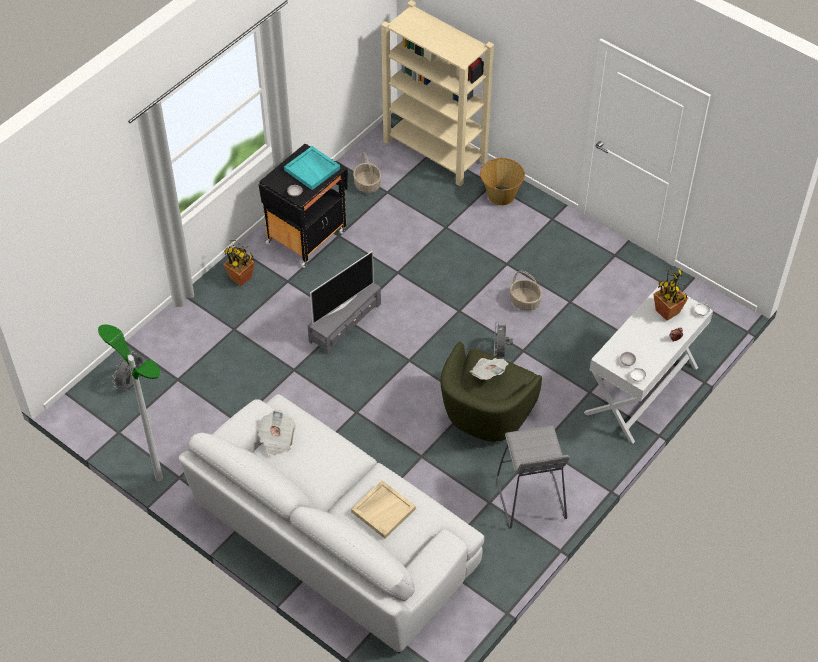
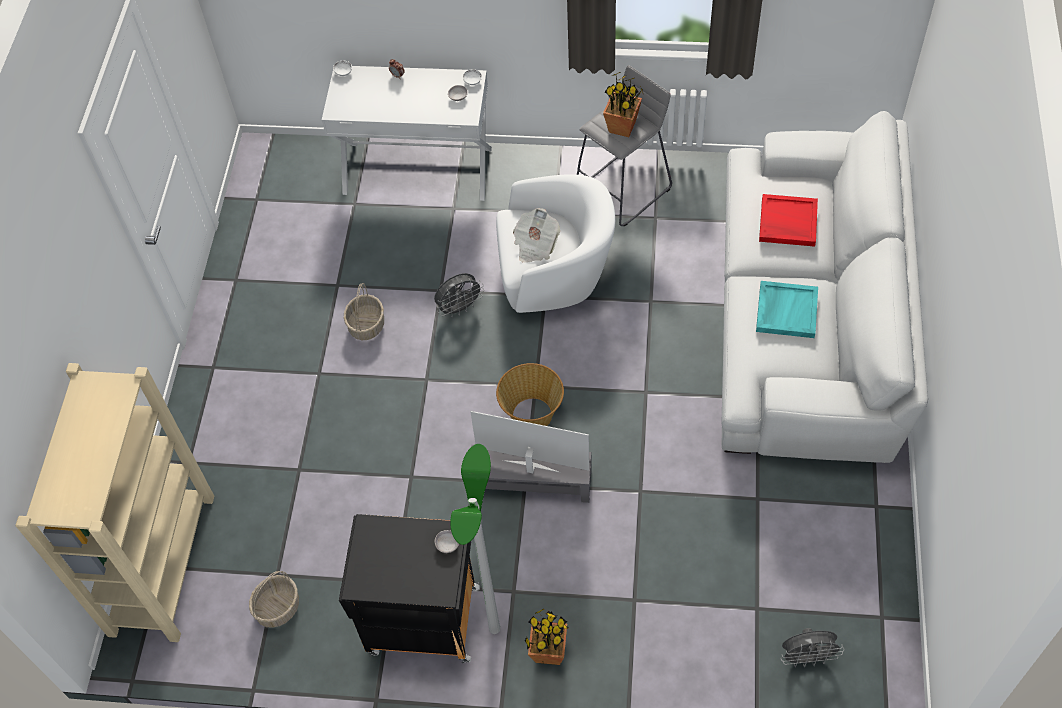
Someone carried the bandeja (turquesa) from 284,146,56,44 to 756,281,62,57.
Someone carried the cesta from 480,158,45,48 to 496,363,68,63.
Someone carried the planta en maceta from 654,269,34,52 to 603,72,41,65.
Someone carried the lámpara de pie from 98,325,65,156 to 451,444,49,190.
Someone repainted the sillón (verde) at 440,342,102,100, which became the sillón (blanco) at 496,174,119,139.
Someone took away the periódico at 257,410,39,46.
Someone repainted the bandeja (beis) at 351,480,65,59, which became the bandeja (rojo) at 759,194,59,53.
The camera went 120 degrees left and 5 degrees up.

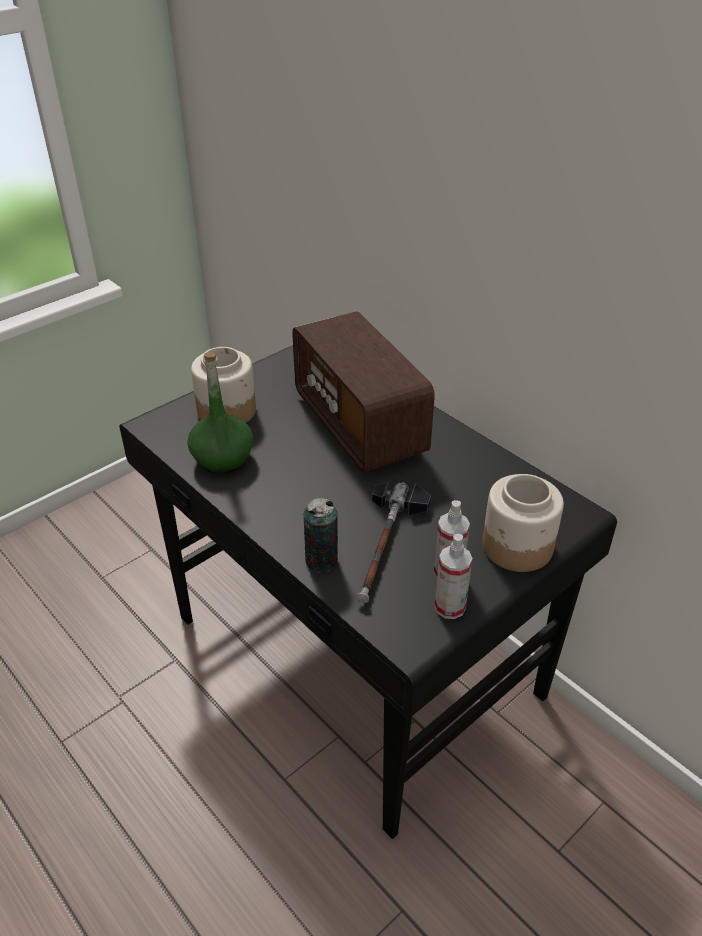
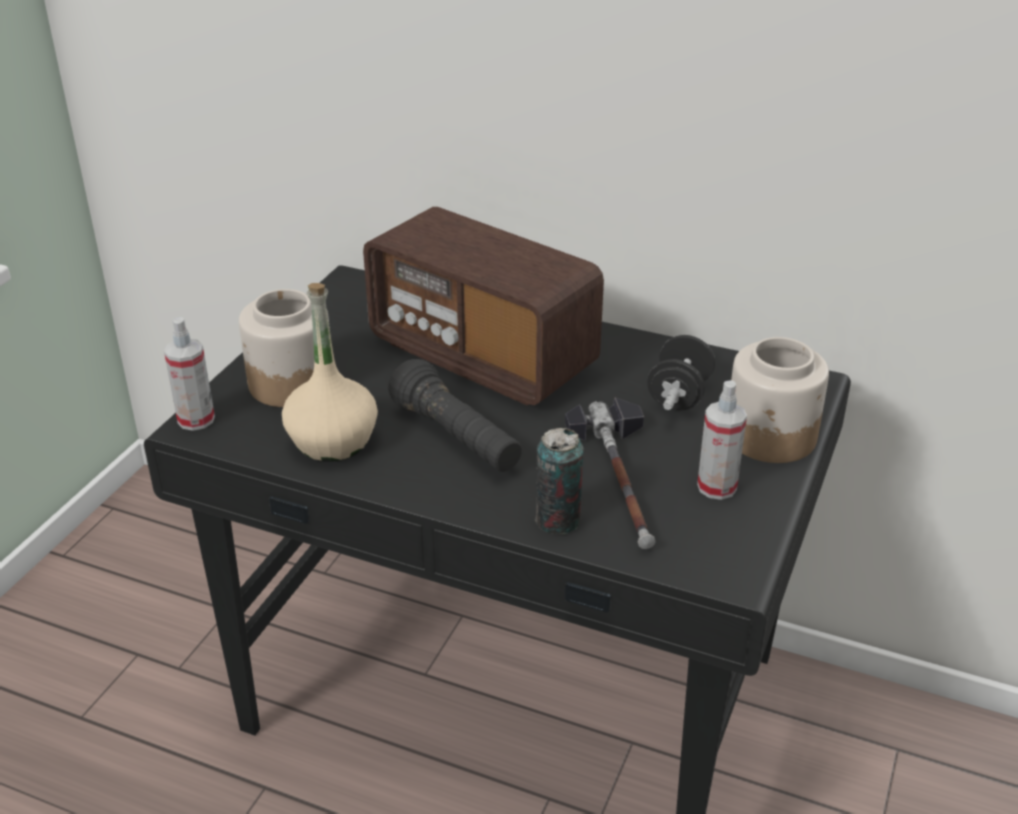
Someone repainted the botella (verde) at 187,352,66,122, which became the botella (beis) at 282,283,96,179.
Someone carried the pulverizador from 434,534,38,85 to 164,317,51,114.
Someone put down the mancuerna (negro) at 647,335,68,76.
Someone put down the linterna (negro) at 388,359,134,113.
The camera went 25 degrees left and 5 degrees down.

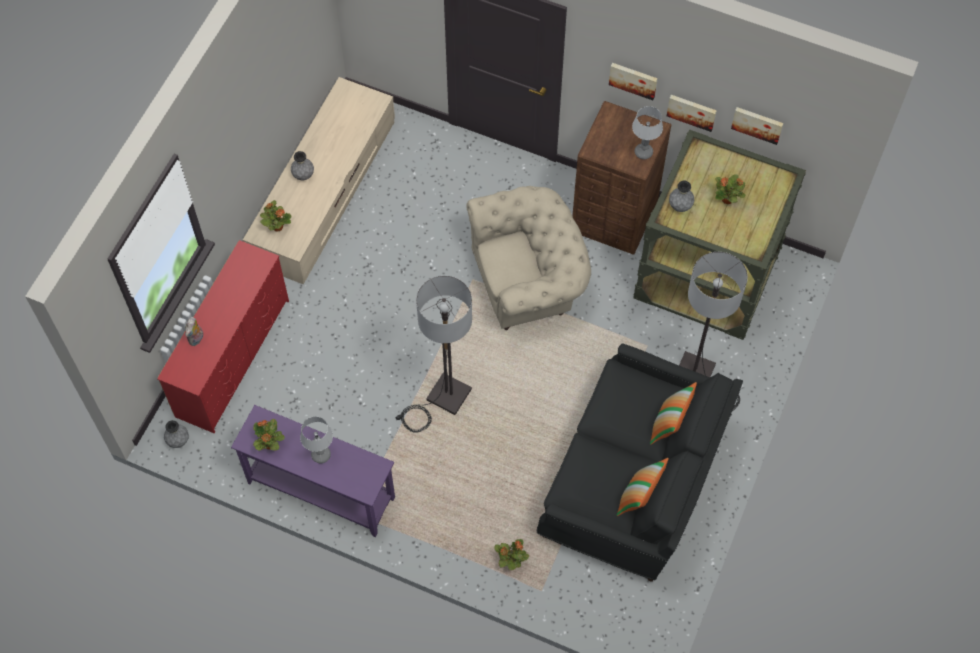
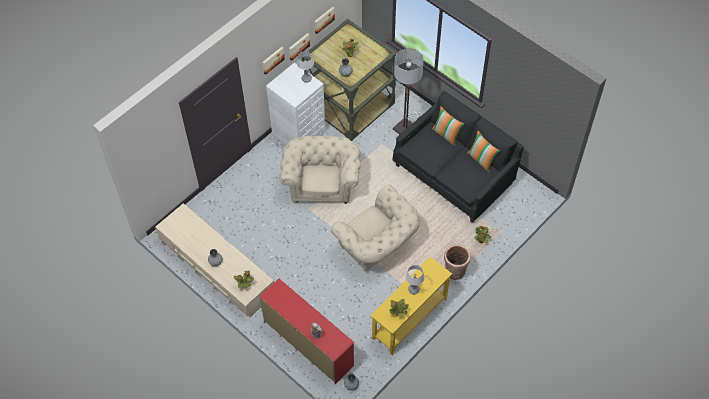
Someone repainted the cómoda (marrón) at 572,101,99,154, which became the cómoda (blanco) at 266,63,60,82.
Someone swapped the lámpara de pie at 396,276,76,157 for the sillón (beis) at 331,184,89,87.
Someone repainted the mesa consola (morado) at 231,405,164,132, which became the mesa consola (amarillo) at 370,257,82,98.
Someone put down the cesta at 444,244,26,36.
The camera went 70 degrees left and 5 degrees down.

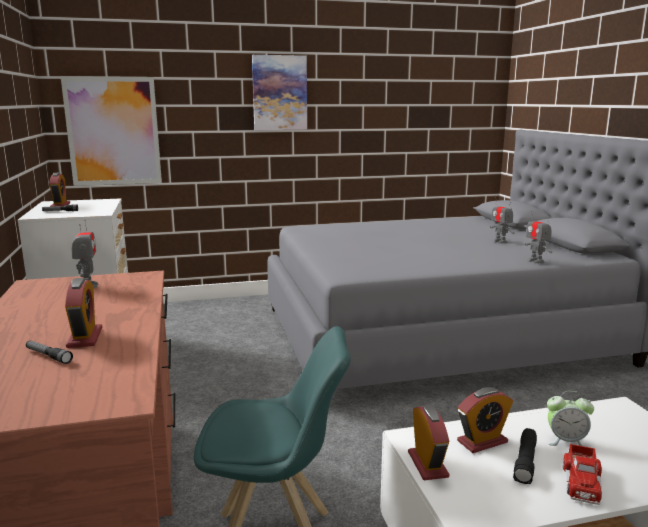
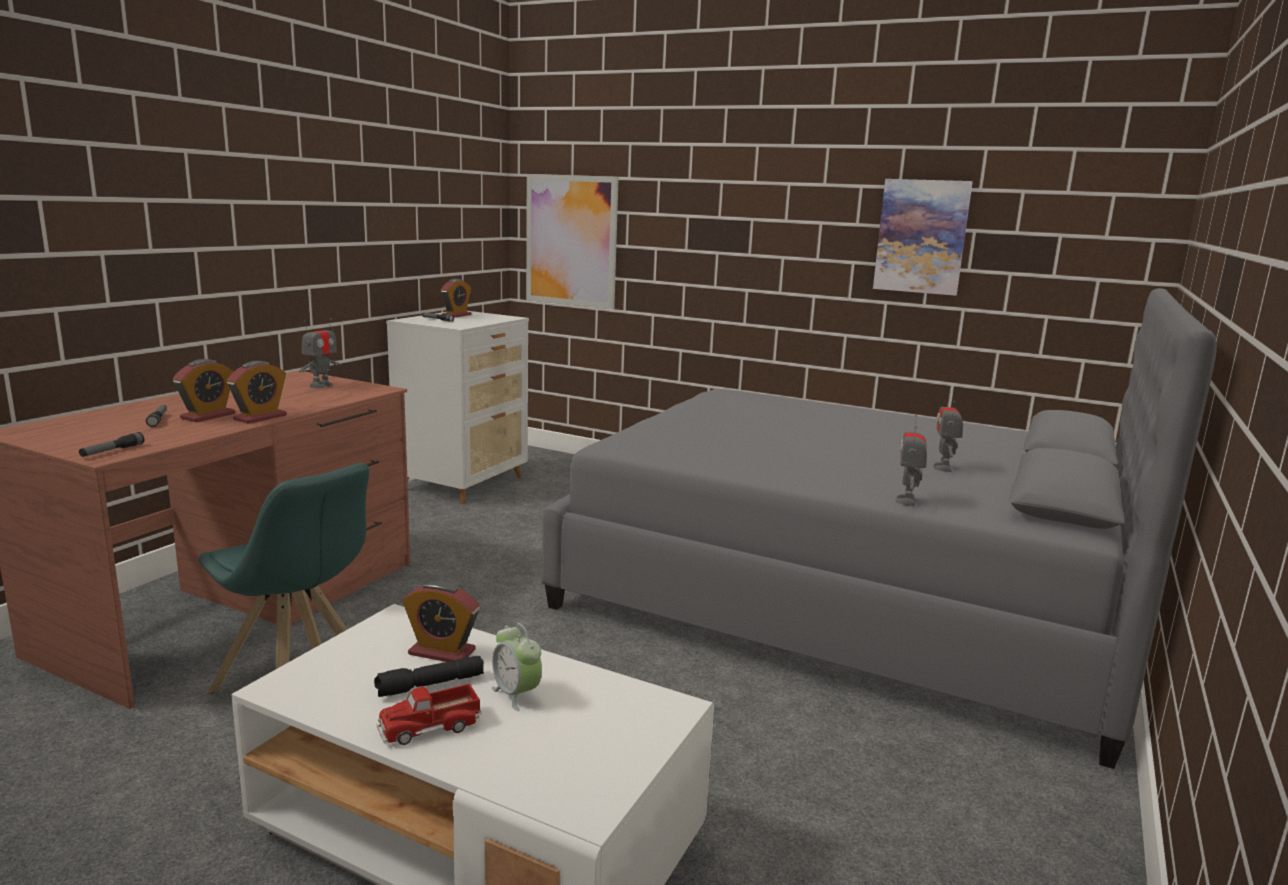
Someone carried the cuadro from 252,55,55,75 to 873,179,100,117.
Someone carried the despertador from 408,405,41,75 to 227,361,60,63.
Someone put down the linterna at 79,432,65,25.
The camera went 40 degrees right and 0 degrees up.

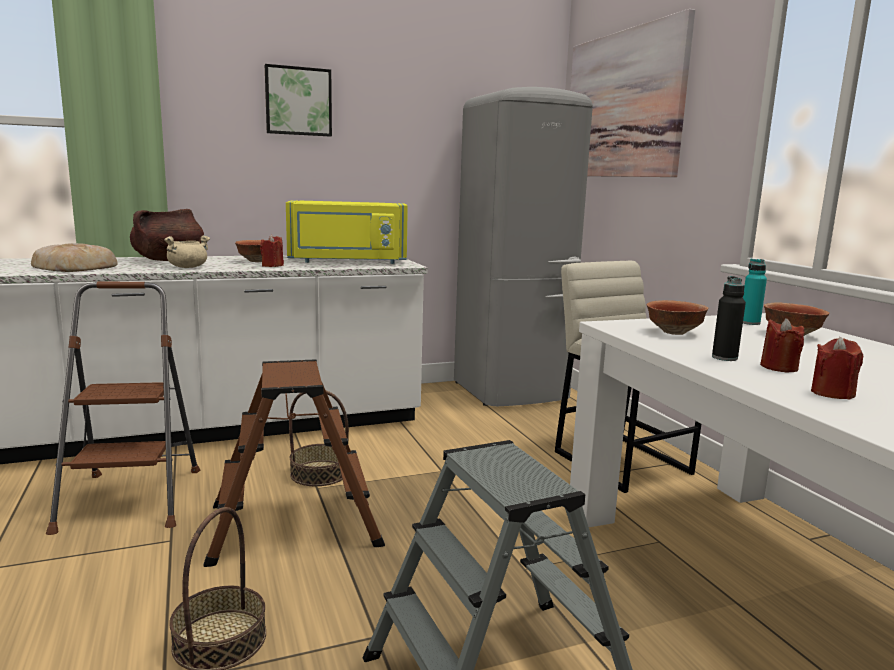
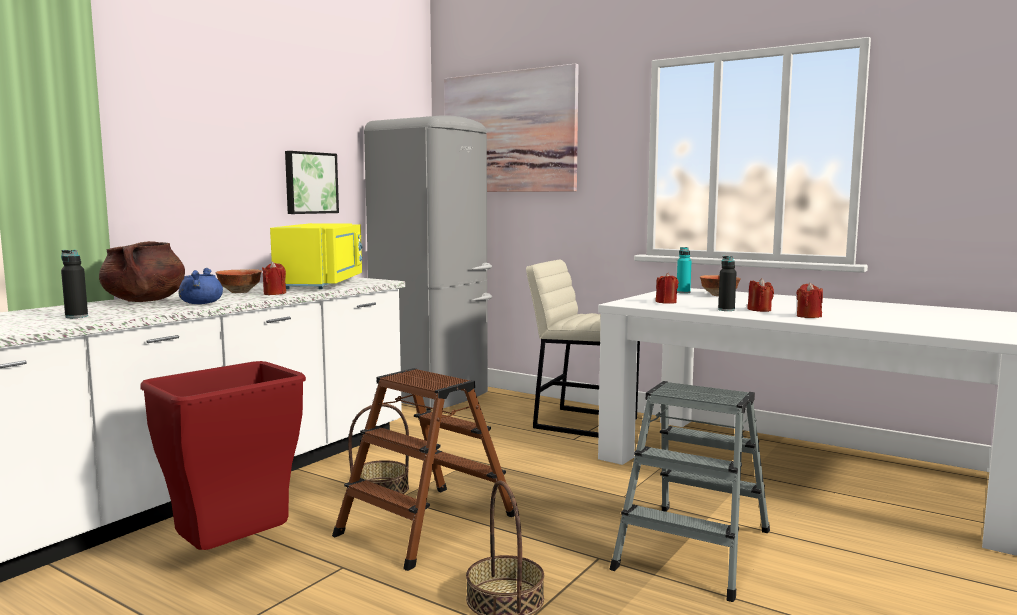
Someone carried the cuadro from 265,64,67,72 to 285,151,54,63.
Someone rotated the microondas (amarillo) at 286,200,122,64 by 45 degrees counterclockwise.
Someone repainted the olla (beis) at 164,235,46,33, which became the olla (azul) at 179,268,44,36.
Someone swapped the pan at 31,243,87,29 for the botella (negro) at 61,250,27,68.
Someone swapped the escalera de tijera (marrón) at 46,282,154,253 for the papelera (rojo) at 140,361,166,189.
Someone swapped the cuenco at 647,300,62,35 for the vela (rojo) at 656,273,23,31.
The camera went 35 degrees left and 5 degrees down.

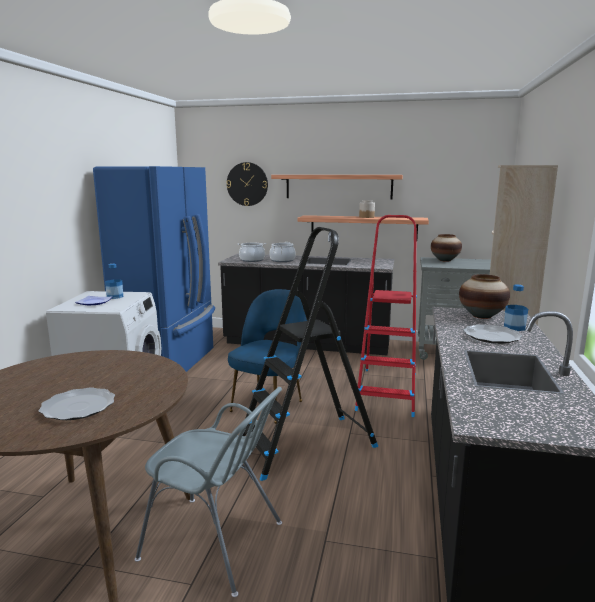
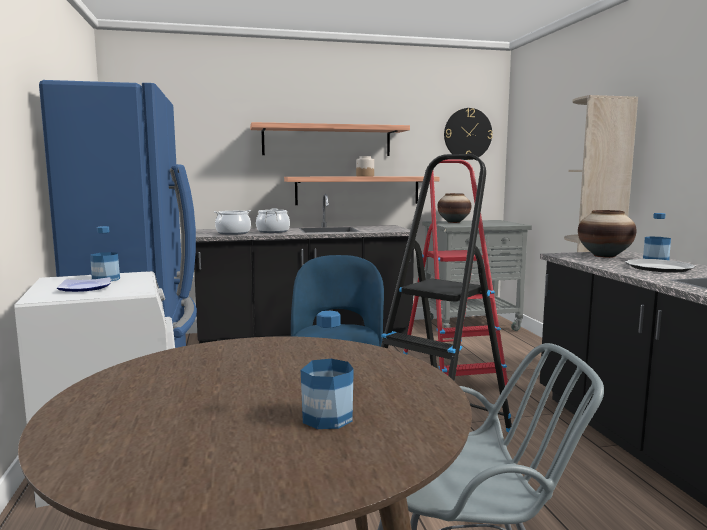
Someone carried the reloj de pared from 226,162,42,44 to 444,108,49,52.
Someone swapped the plato at 39,387,76,33 for the botella at 301,311,53,118.
The camera went 25 degrees left and 5 degrees down.

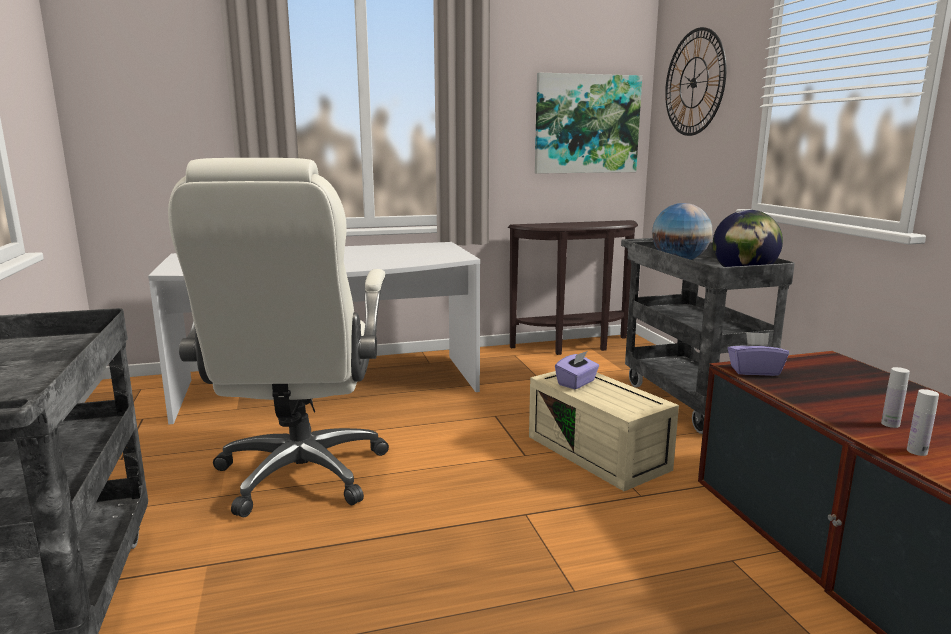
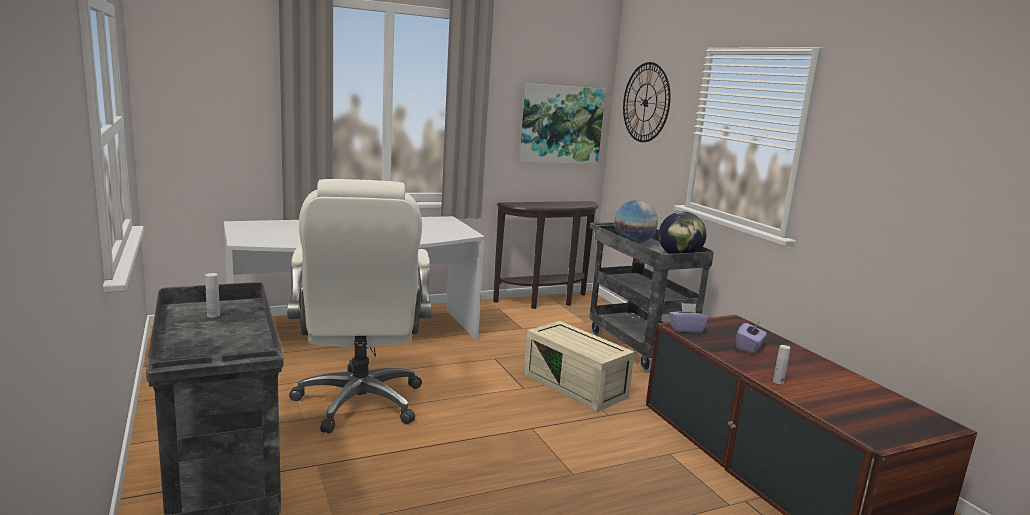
Someone carried the caja de pañuelos (morado) from 555,351,44,38 to 736,321,31,33.
Someone carried the botella (blanco) from 881,367,29,61 to 205,273,15,45.
The camera went 10 degrees left and 0 degrees up.

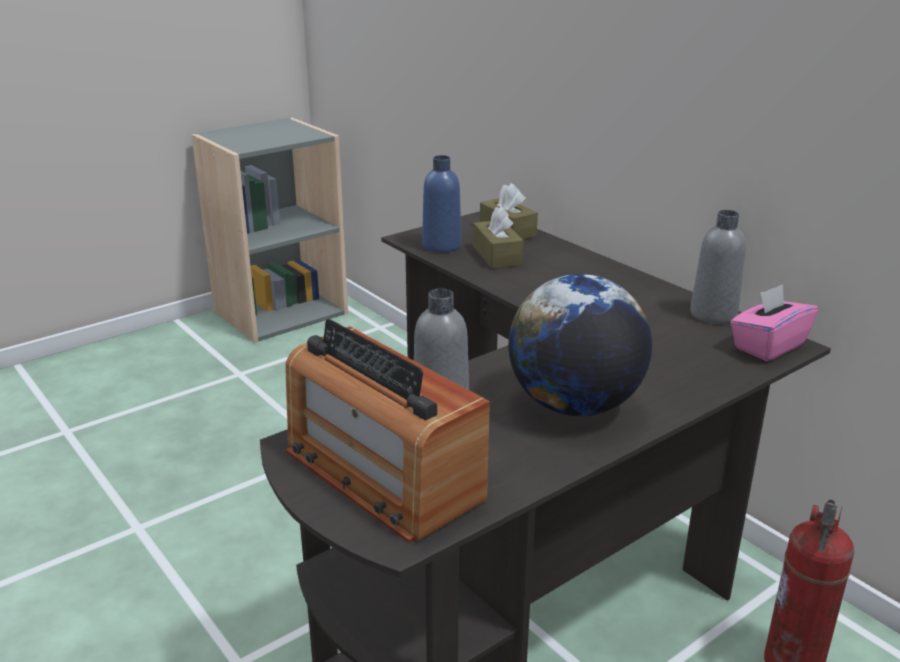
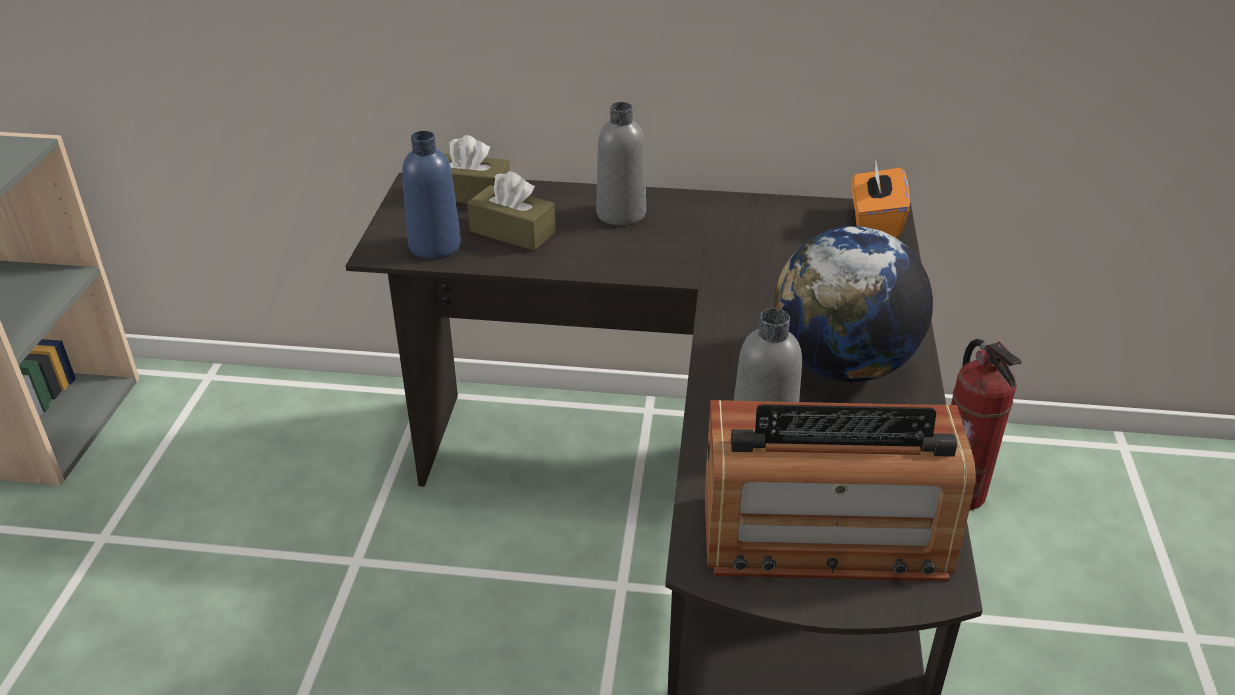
Someone carried the botella (gris) from 690,210,56,114 to 596,102,50,123.
Someone repainted the caja de pañuelos (rosa) at 730,284,88,77, which became the caja de pañuelos (naranja) at 852,158,58,80.
The camera went 45 degrees left and 10 degrees up.

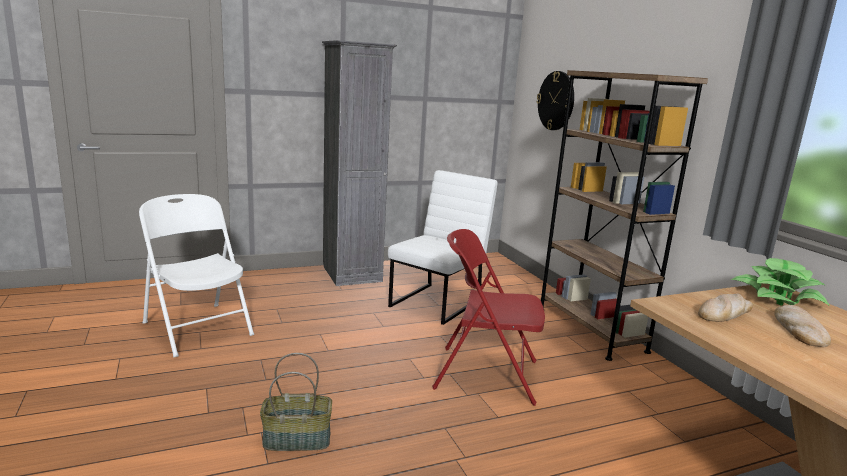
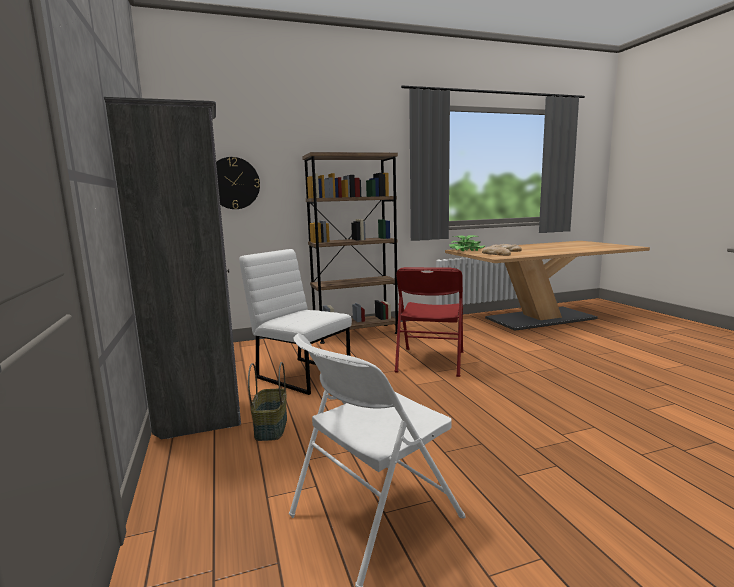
Someone carried the cesta from 260,353,72,98 to 248,362,39,79.
The camera went 85 degrees left and 5 degrees down.

